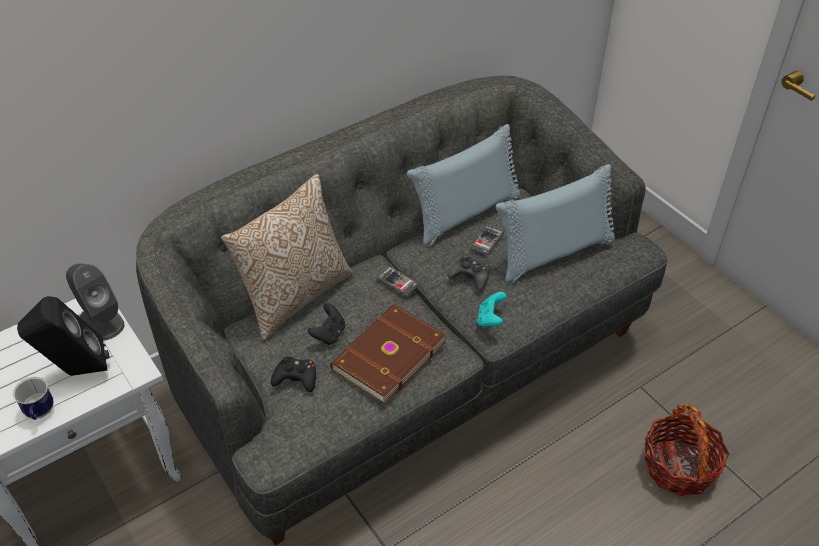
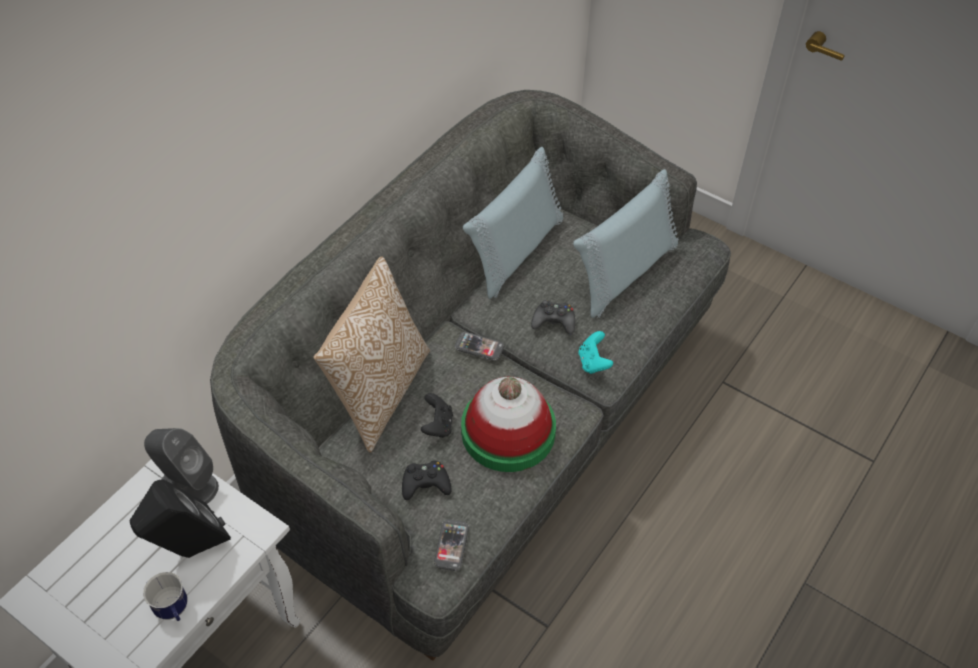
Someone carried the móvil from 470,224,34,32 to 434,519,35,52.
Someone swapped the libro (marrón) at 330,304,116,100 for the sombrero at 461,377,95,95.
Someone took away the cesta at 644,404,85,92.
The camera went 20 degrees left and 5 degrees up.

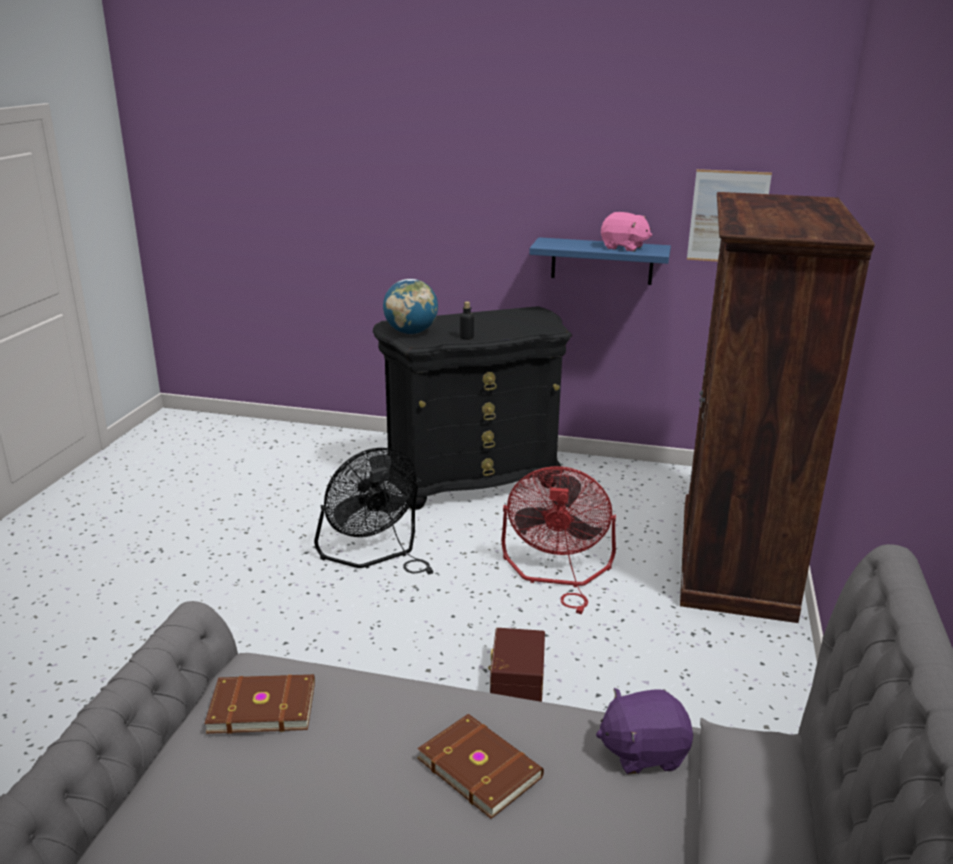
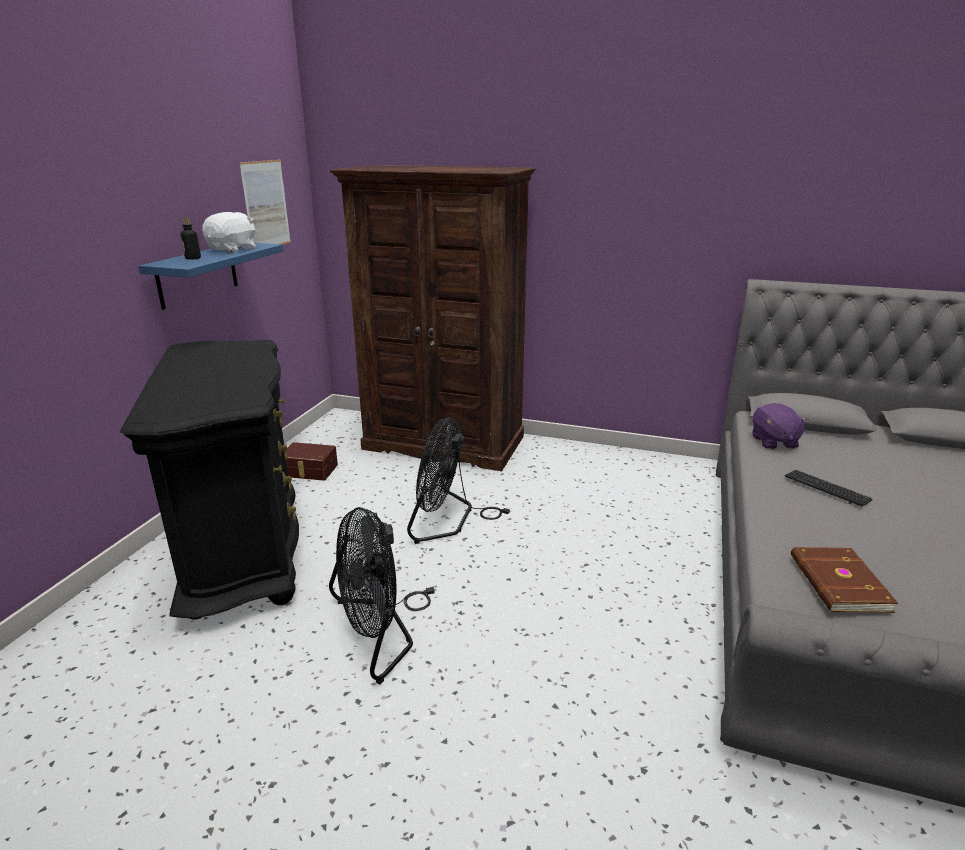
Someone repainted the peluche (rosa) at 601,212,51,40, which became the peluche (blanco) at 202,212,54,41.
Someone took away the globo terráqueo at 383,279,55,55.
Someone carried the botella from 460,302,14,38 to 181,218,20,42.
Someone repainted the ventilador (rojo) at 501,466,115,148, which became the ventilador (negro) at 407,417,104,127.
Someone carried the caja de almacenaje (marrón) from 488,628,57,74 to 286,442,52,39.
Someone swapped the libro (marrón) at 417,714,127,105 for the teclado at 785,470,88,36.
The camera went 85 degrees left and 0 degrees up.

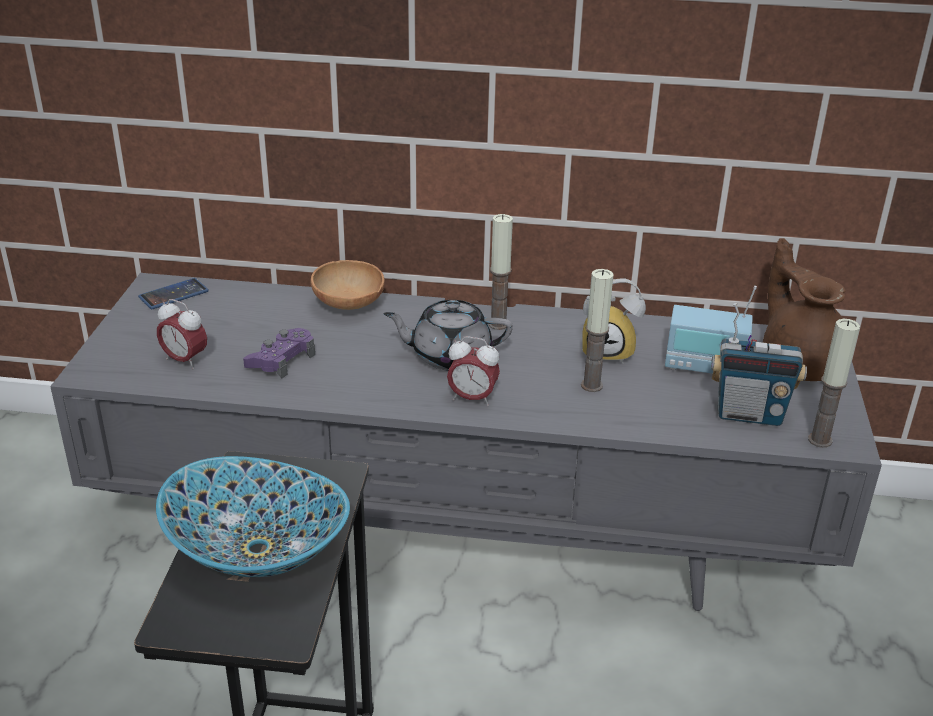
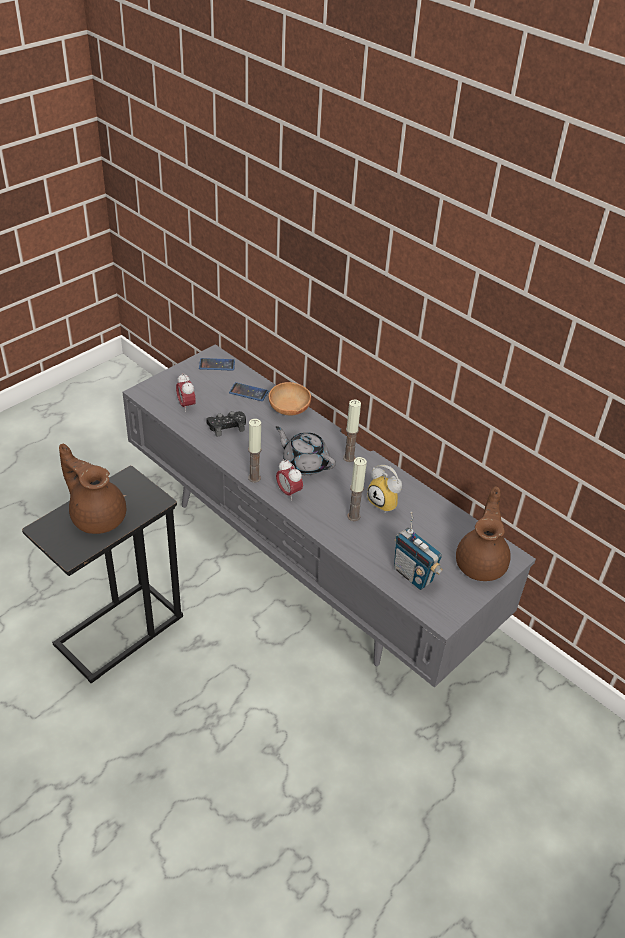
Someone took away the radio at 665,286,92,88.
Someone carried the vela from 808,319,52,129 to 248,419,14,63.
Someone repainted the mando de consola (morado) at 243,328,72,51, which became the mando de consola (negro) at 206,411,40,26.
Someone swapped the cuenco at 156,456,194,121 for the tetera (marrón) at 59,444,67,90.
Someone put down the móvil at 229,382,40,19.
The camera went 35 degrees right and 10 degrees up.

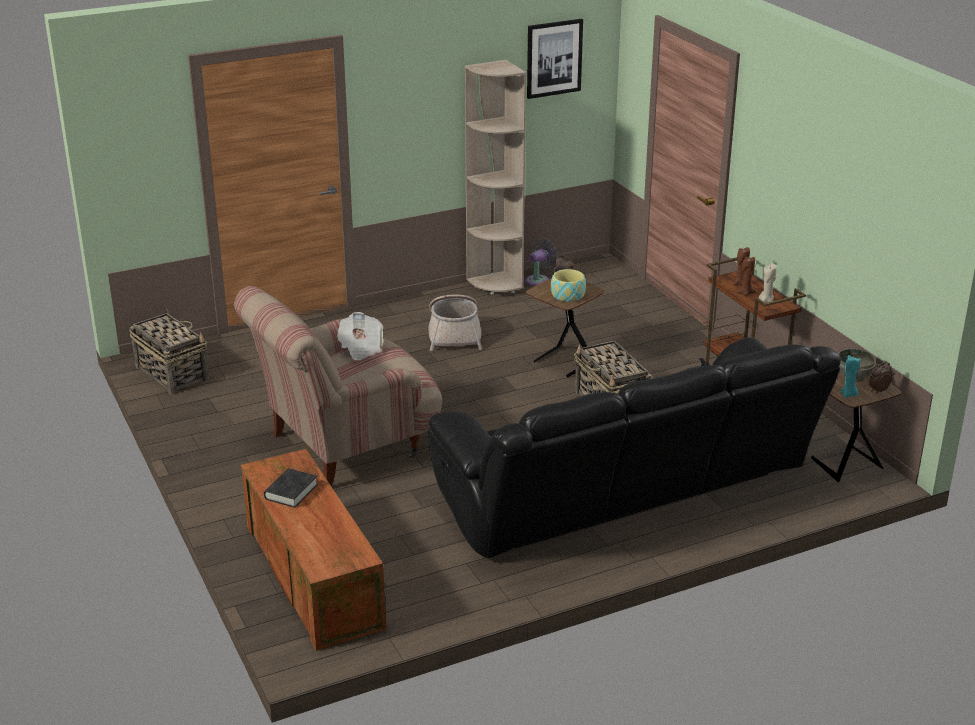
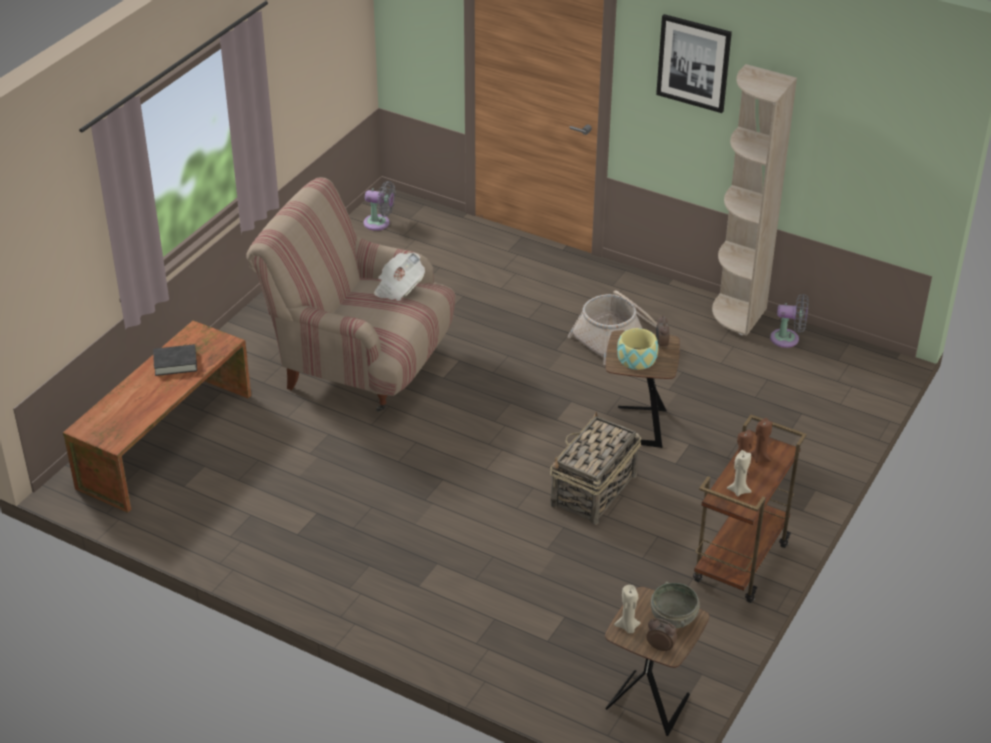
Someone carried the cuadro from 527,19,56,80 to 656,14,76,99.
Someone swapped the cesta at 129,308,80,86 for the ventilador (gris) at 363,181,33,50.
Someone took away the sofá (negro) at 428,337,413,221.
Someone repainted the vela (turquesa) at 841,355,19,43, which became the vela (beis) at 614,585,27,48.
The camera went 55 degrees right and 10 degrees up.

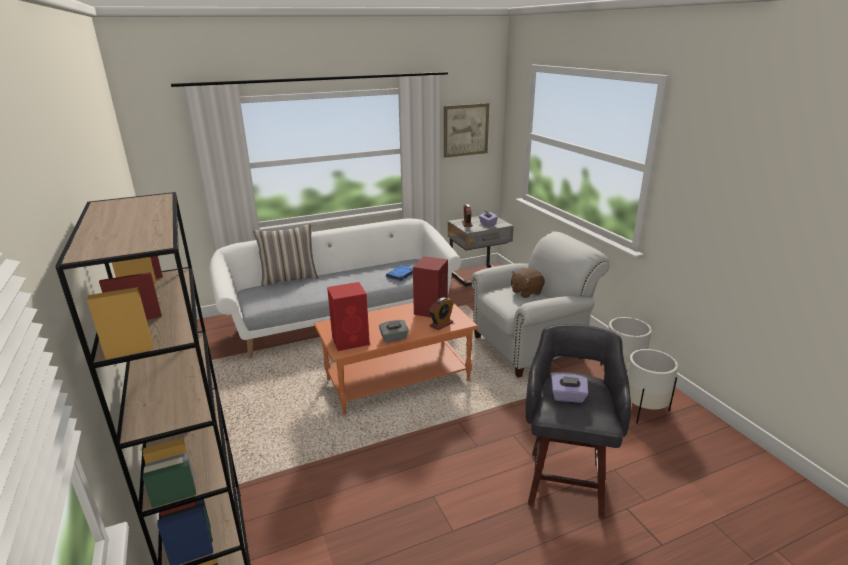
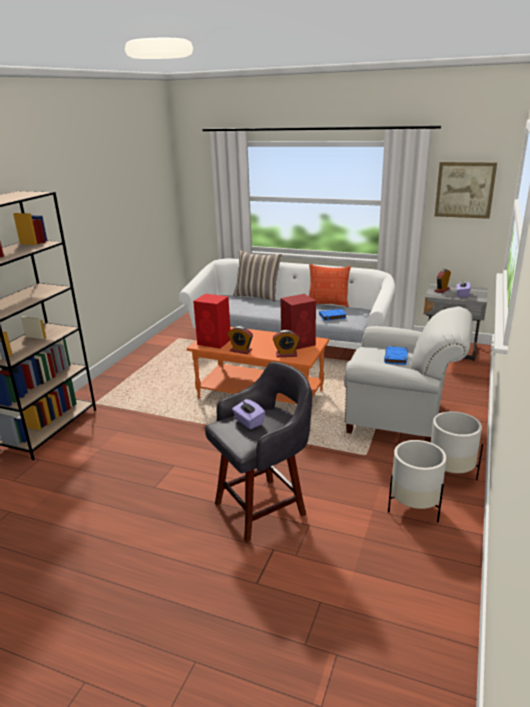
Someone swapped the peluche (marrón) at 511,269,34,29 for the libro (azul) at 384,346,24,19.
Someone swapped the caja de pañuelos (gris) at 379,320,30,23 for the despertador at 227,326,26,28.
Someone put down the cojín (naranja) at 309,264,42,43.
The camera went 45 degrees right and 0 degrees up.

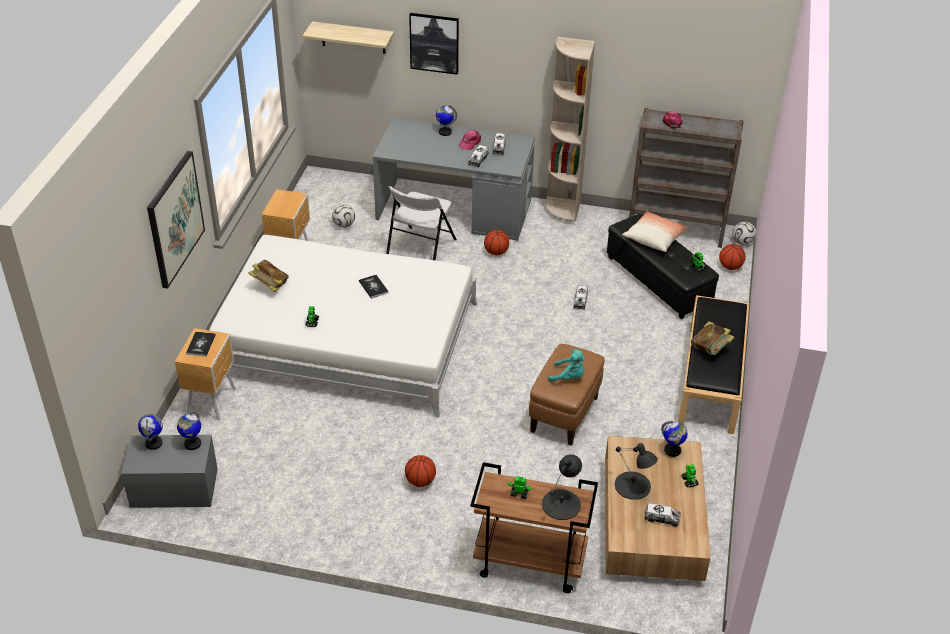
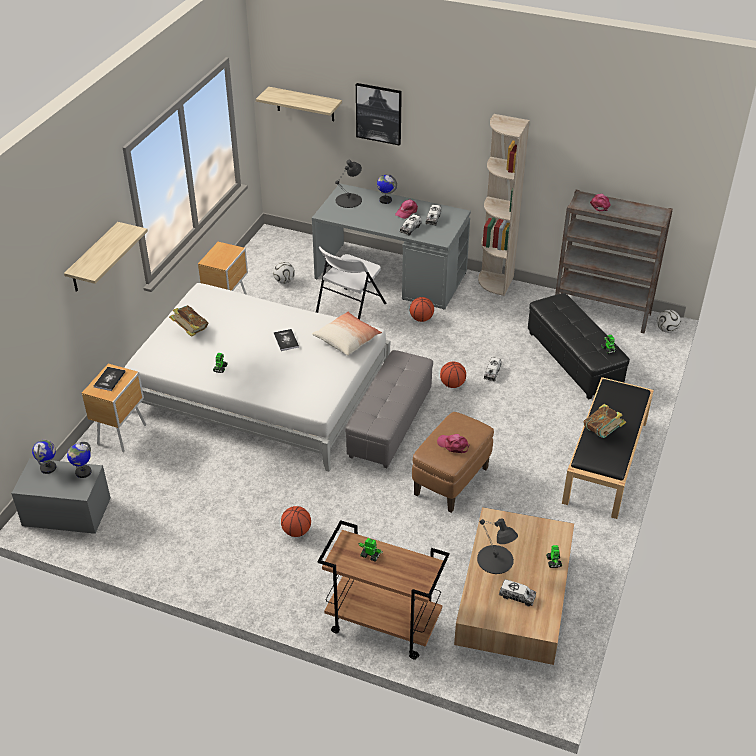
Someone swapped the cuadro at 147,151,58,138 for the estante at 64,222,84,70.
Someone carried the cojín from 622,211,66,41 to 312,311,70,45.
Someone carried the balón de baloncesto from 719,244,27,26 to 440,362,26,26.
Someone swapped the peluche (turquesa) at 548,349,37,33 for the gorra (rosa) at 437,434,33,19.
Someone took away the globo terráqueo at 661,421,27,36.
Someone carried the lámpara de mesa (negro) from 542,454,40,66 to 335,160,27,48.
Someone put down the puf (gris) at 345,350,88,118.
The camera went 10 degrees right and 0 degrees up.

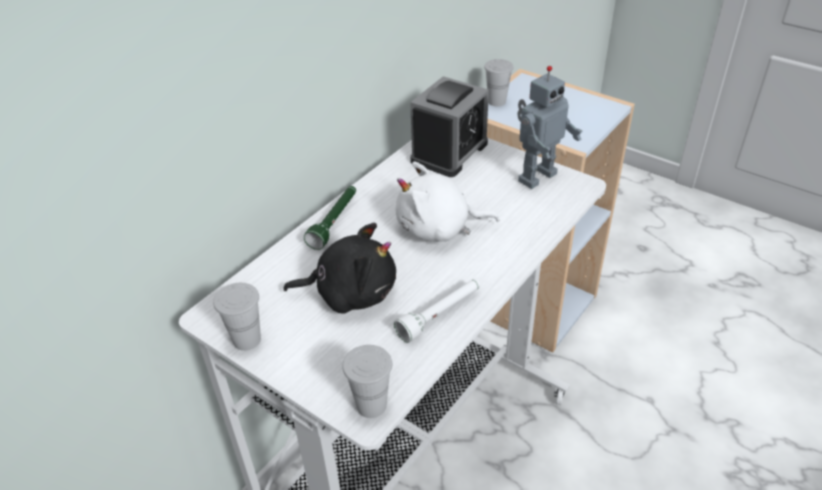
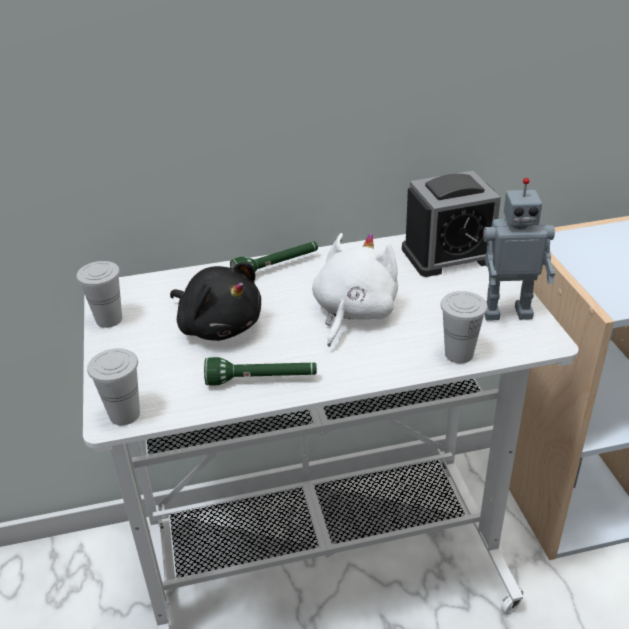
Someone carried the taza (blanco) from 484,59,30,47 to 440,291,48,72.
Someone rotated the peluche (blanco) at 396,161,104,81 by 75 degrees clockwise.
Someone repainted the linterna (blanco) at 394,279,86,64, which became the linterna (verde) at 204,357,113,28.
The camera went 40 degrees right and 5 degrees down.

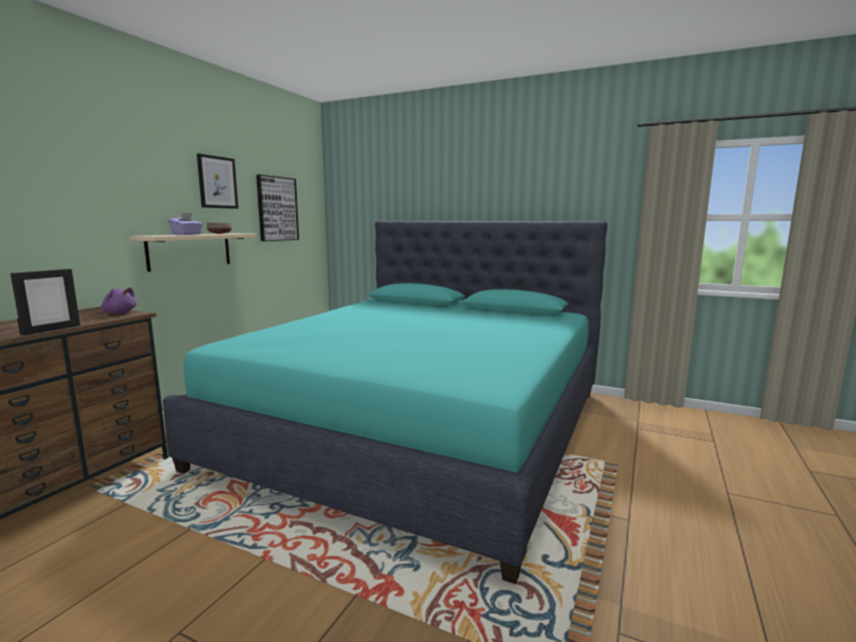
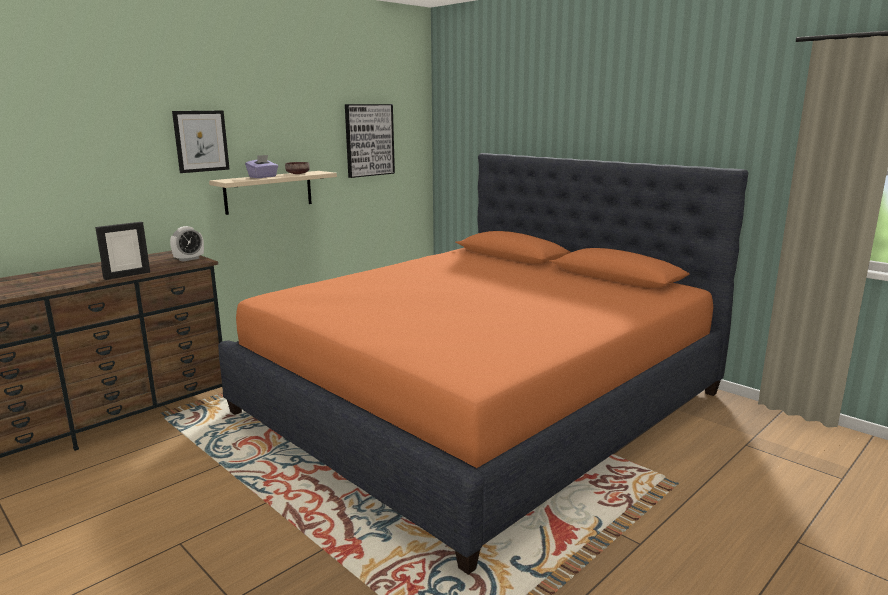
Someone carried the cuadro from 197,154,41,55 to 172,111,58,62.
Someone repainted the cama (turquesa) at 163,221,444,363, which became the cama (naranja) at 218,153,530,422.
Someone swapped the peluche (morado) at 101,287,36,27 for the despertador at 170,226,34,36.
The camera went 20 degrees right and 5 degrees up.

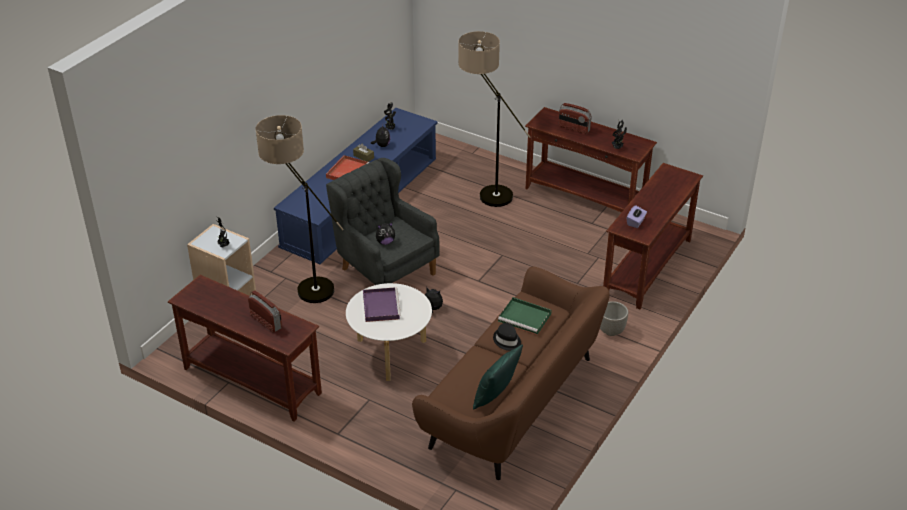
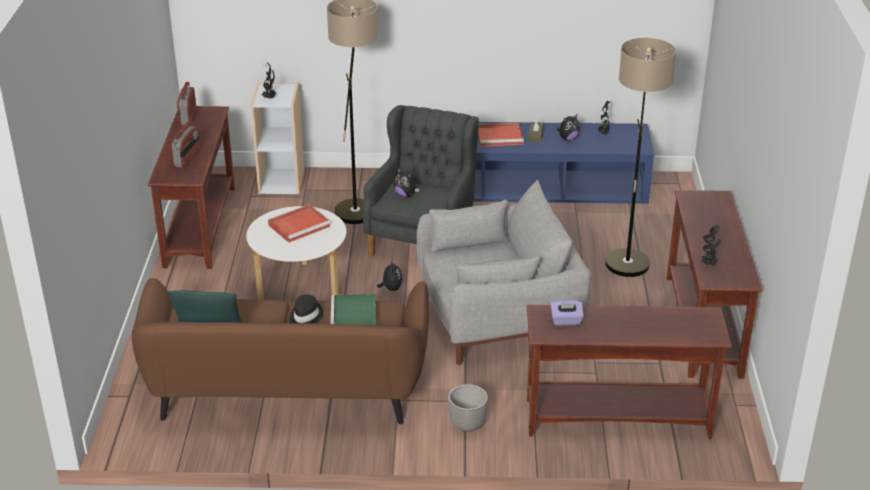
Someone carried the radio from 559,103,33,31 to 177,82,19,44.
Someone repainted the bandeja (morado) at 363,287,38,35, which became the bandeja (rojo) at 268,205,63,38.
Someone put down the sillón (gris) at 417,180,174,185.
The camera went 60 degrees right and 5 degrees down.

